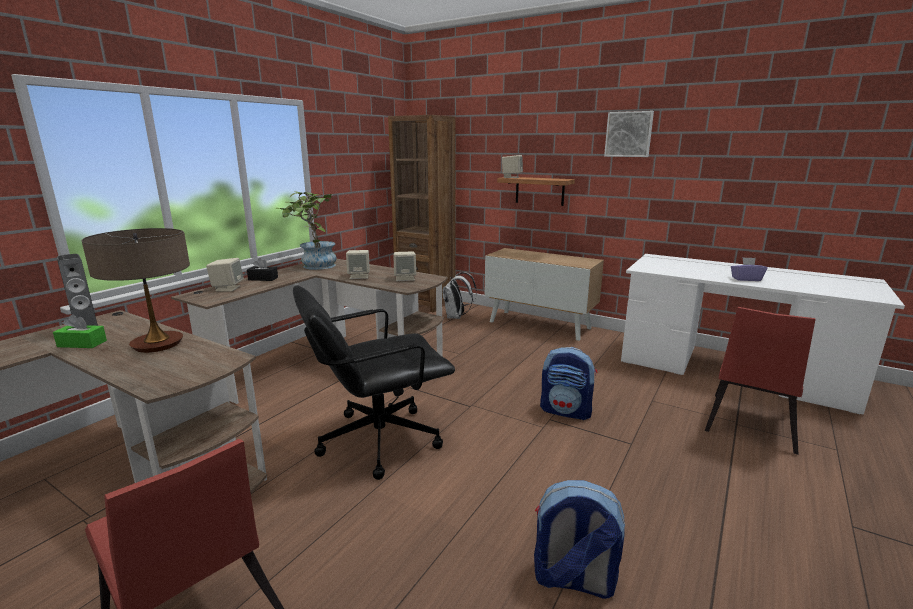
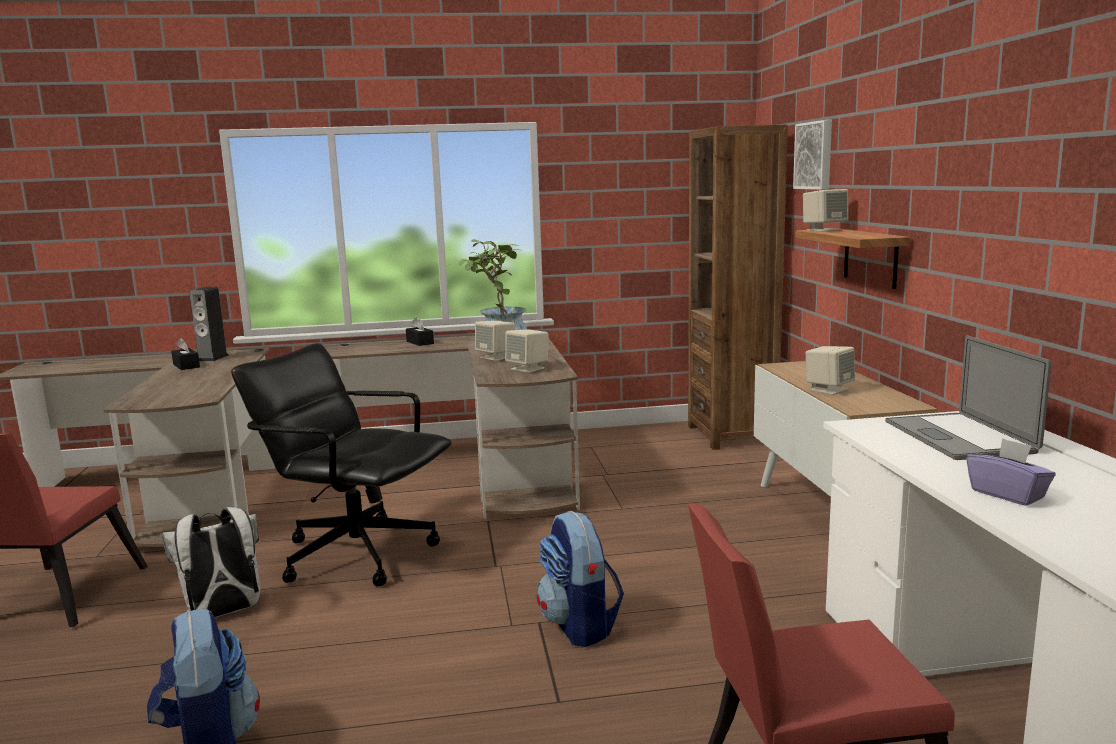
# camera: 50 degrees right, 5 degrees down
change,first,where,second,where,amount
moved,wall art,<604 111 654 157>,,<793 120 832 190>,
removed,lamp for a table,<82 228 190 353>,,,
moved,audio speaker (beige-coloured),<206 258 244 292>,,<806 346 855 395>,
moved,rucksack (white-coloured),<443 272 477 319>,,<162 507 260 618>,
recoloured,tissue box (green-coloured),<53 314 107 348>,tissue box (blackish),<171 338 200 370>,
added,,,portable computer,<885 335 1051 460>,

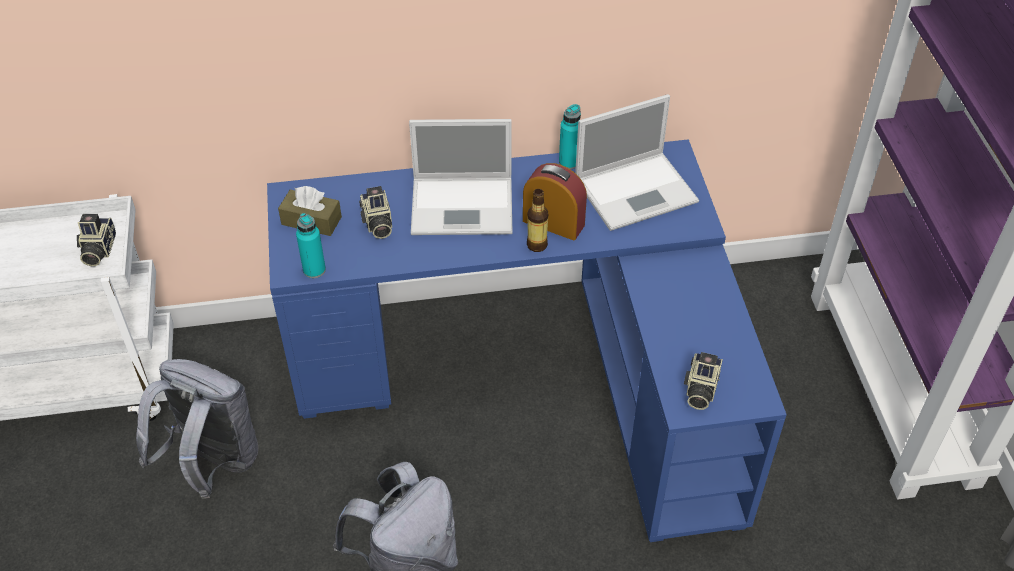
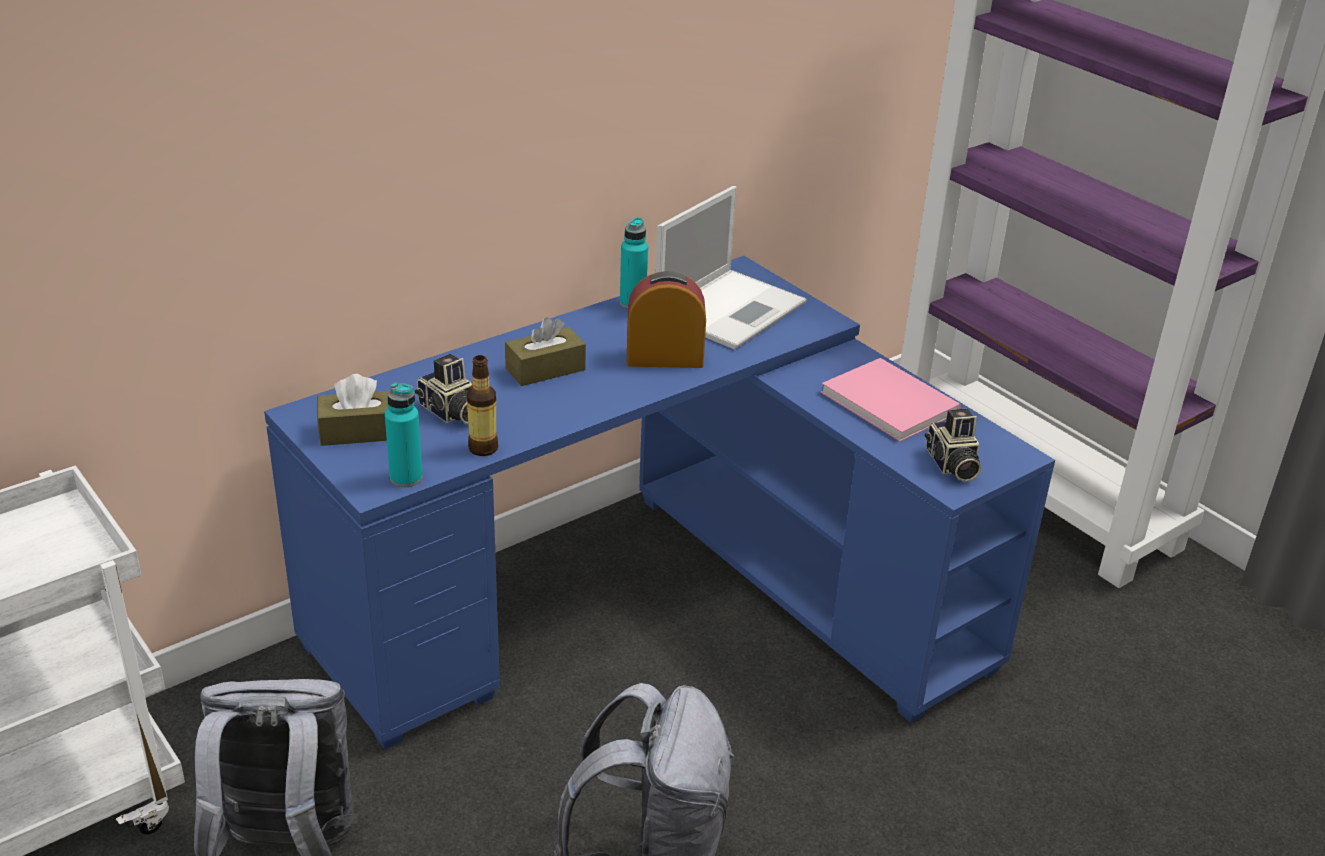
# camera: 30 degrees left, 15 degrees down
change,first,where,second,where,amount
replaced,portable computer,<409 119 513 235>,tissue box (brown),<505 317 586 386>,
moved,beverage bottle,<527 189 548 252>,,<466 355 498 456>,
removed,photo camera,<77 214 116 266>,,,
added,,,volume (pink),<821 358 961 442>,

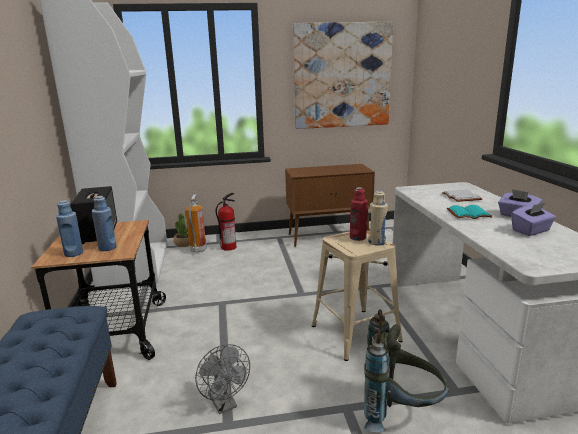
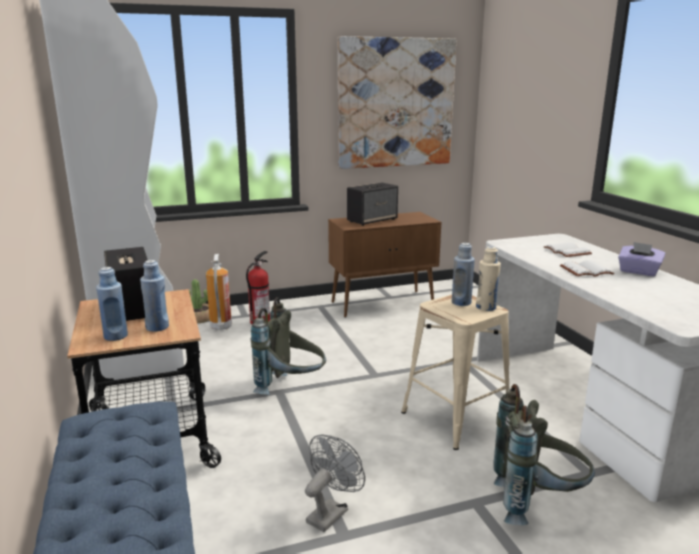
# camera: 10 degrees left, 0 degrees up
change,first,where,second,where,amount
recoloured,beverage bottle (reddish),<350 187 368 241>,beverage bottle (blue),<452 243 475 306>,
removed,tissue box (purple-coloured),<511 203 556 236>,,,
recoloured,volume (turquoise-coloured),<447 205 492 219>,volume (white-coloured),<560 260 614 277>,
turned,fan (gray),<195 344 250 414>,,<305 435 365 532>,105 degrees counterclockwise
added,,,audio speaker,<347 183 398 226>,
added,,,rucksack (gray),<251 297 326 395>,

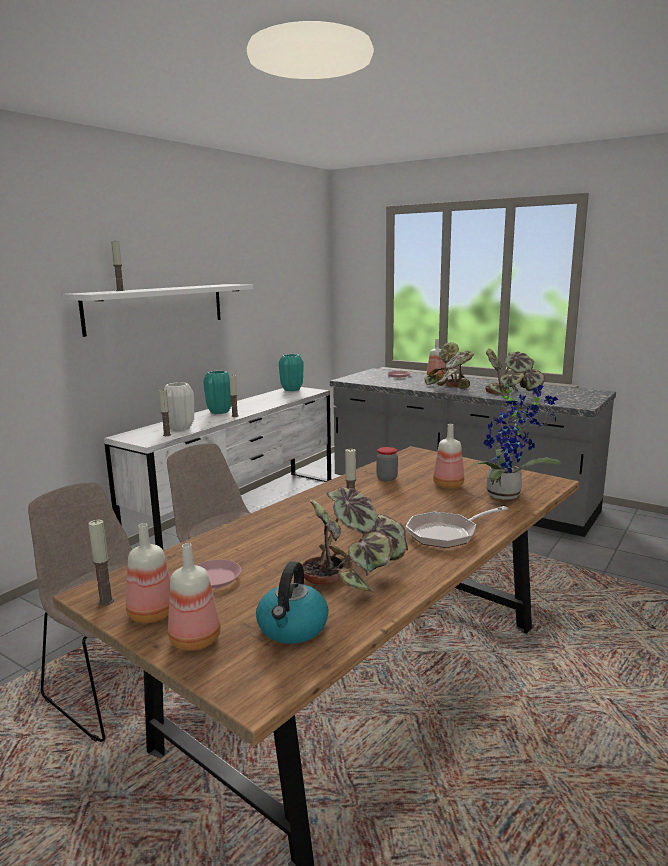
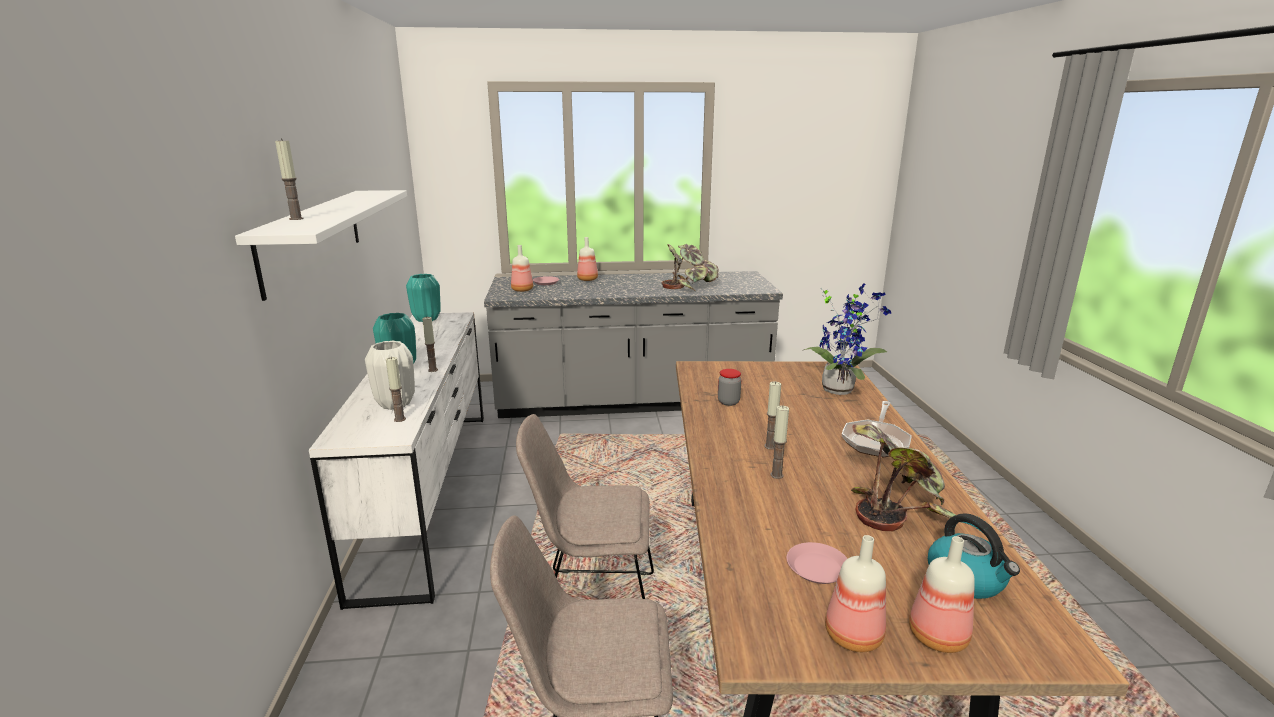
# camera: 40 degrees left, 5 degrees up
change,first,where,second,where,amount
removed,plant in a pot,<424 342 474 389>,,,
moved,beverage bottle,<433 424 464 488>,,<511 245 533 292>,
moved,wax candle,<88 520 114 605>,,<770 405 789 479>,

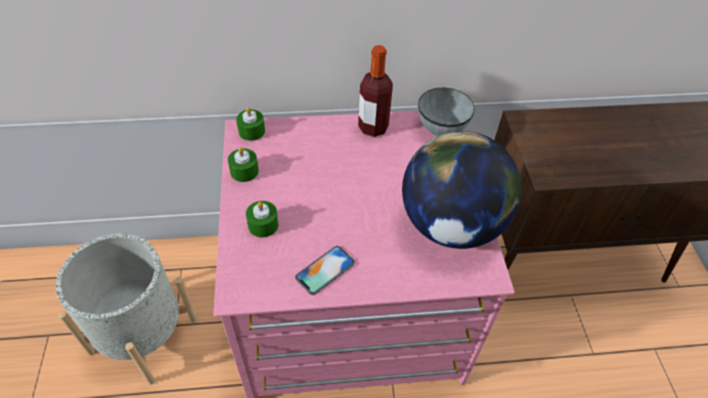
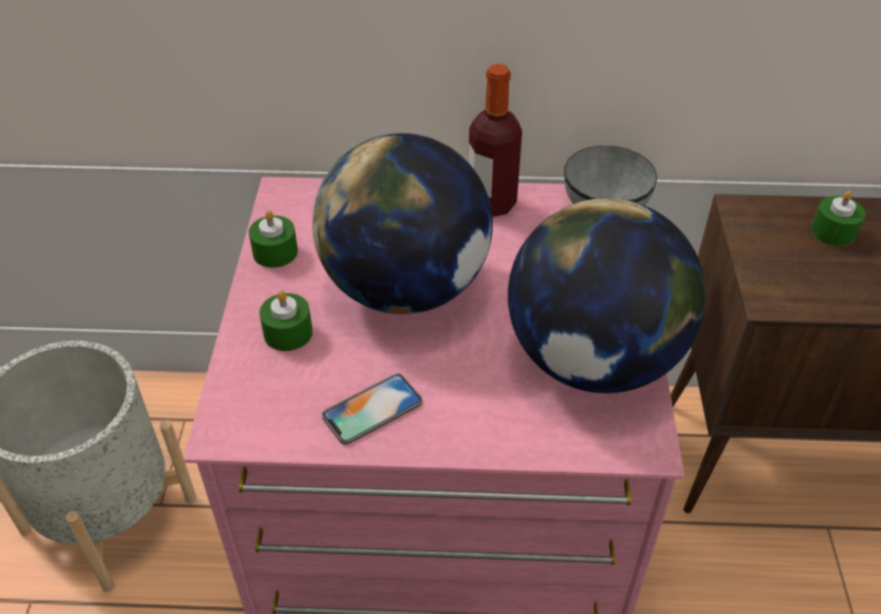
# camera: 10 degrees right, 5 degrees down
change,first,where,second,where,amount
moved,wax candle (green-coloured),<236 107 265 141>,,<811 190 865 246>,
added,,,globe,<312 133 493 314>,

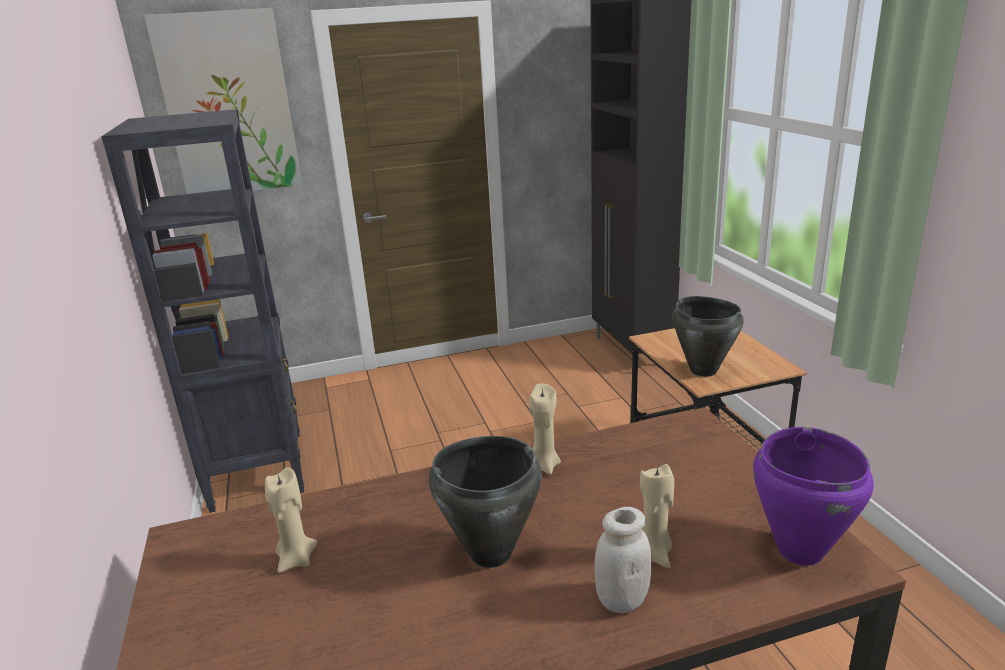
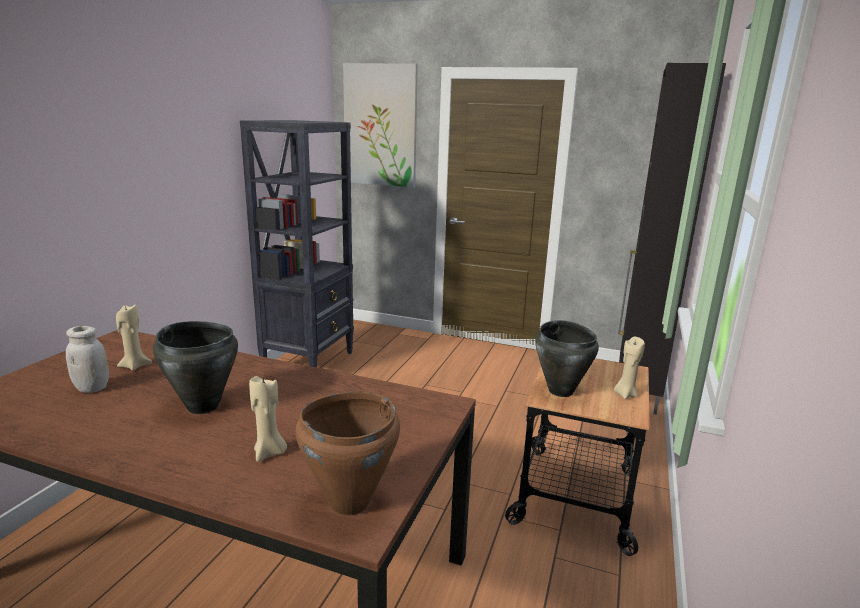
# camera: 35 degrees right, 5 degrees down
change,first,where,second,where,amount
moved,wax candle (beige-coloured),<529 383 561 475>,,<614 337 645 399>,
recoloured,saucepot (purple-coloured),<753 427 874 565>,saucepot (brown),<295 392 400 516>,
moved,preserve jar (white-coloured),<594 507 652 613>,,<66 326 109 393>,

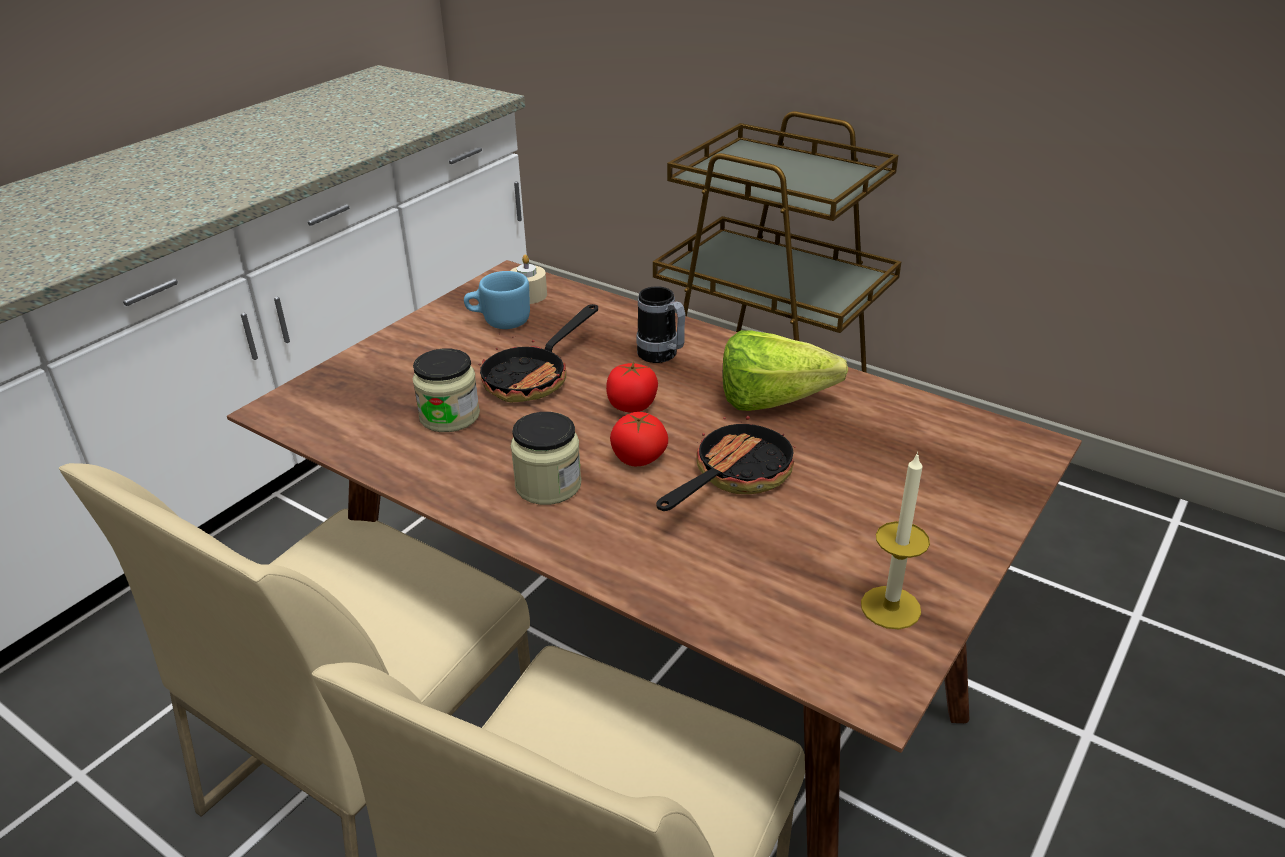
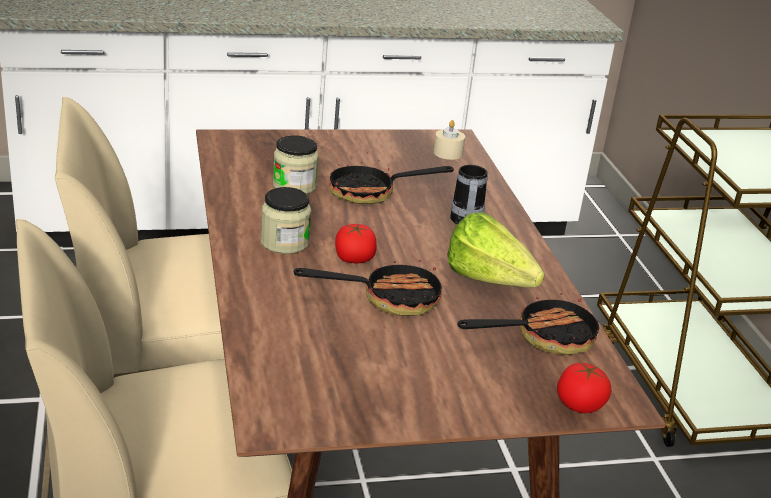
# camera: 40 degrees right, 5 degrees down
change,first,where,second,where,amount
removed,tea mug (blue),<464 271 530 329>,,,
moved,whole tomato,<606 362 658 413>,,<557 363 611 413>,
removed,wax candle,<861 452 930 629>,,,
added,,,frying pan,<457 293 599 355>,

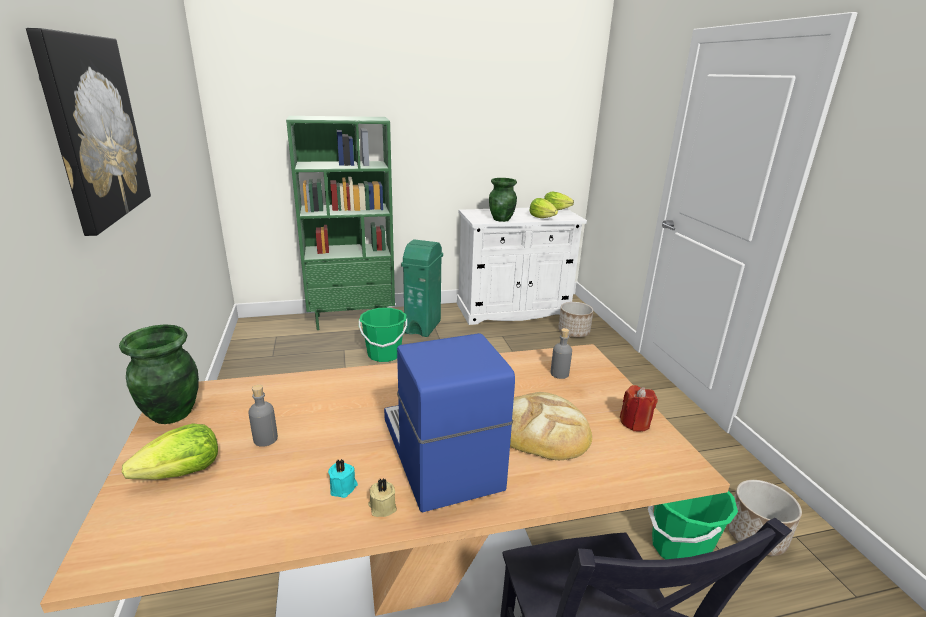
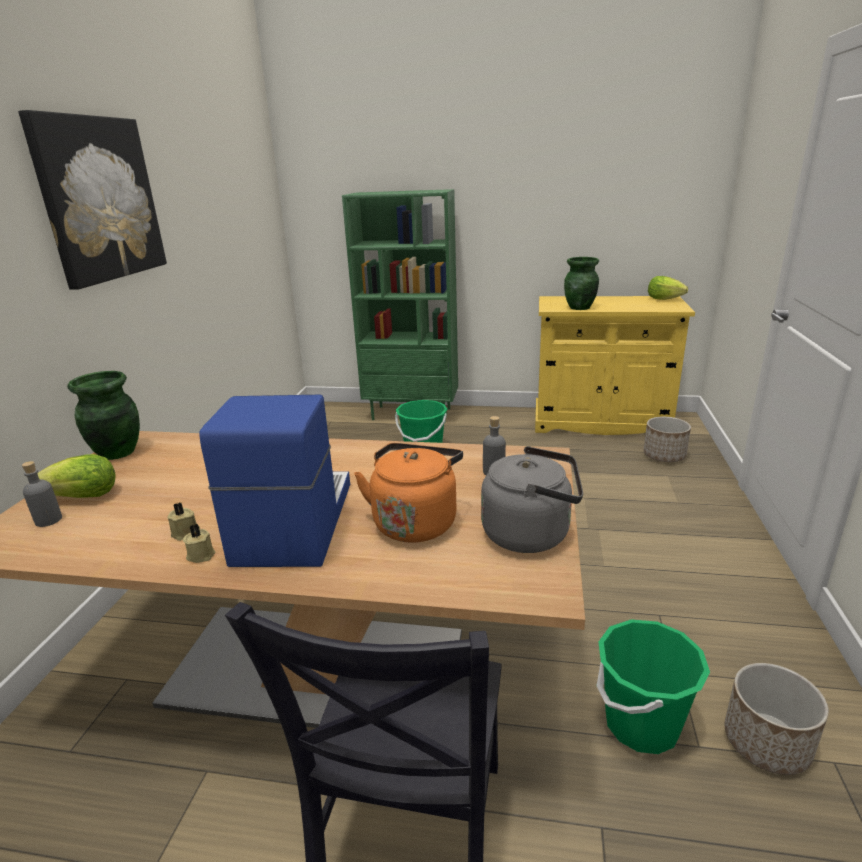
# camera: 25 degrees right, 0 degrees up
change,first,where,second,where,amount
removed,head of lettuce,<529 198 558 218>,,,
recoloured,cabinet (white-coloured),<457 208 587 325>,cabinet (yellow-coloured),<535 296 695 435>,
removed,waste bin (green-coloured),<401 240 443 337>,,,
moved,beverage bottle (gray),<248 385 278 447>,,<22 461 62 527>,
replaced,wax candle (reddish),<620 385 658 432>,tea kettle (gray),<481 446 583 553>,
replaced,baked bread,<510 392 592 460>,tea kettle (orangey),<354 443 463 543>,
recoloured,wax candle (turquoise-coloured),<328 459 358 498>,wax candle (beige-coloured),<167 502 200 541>,

